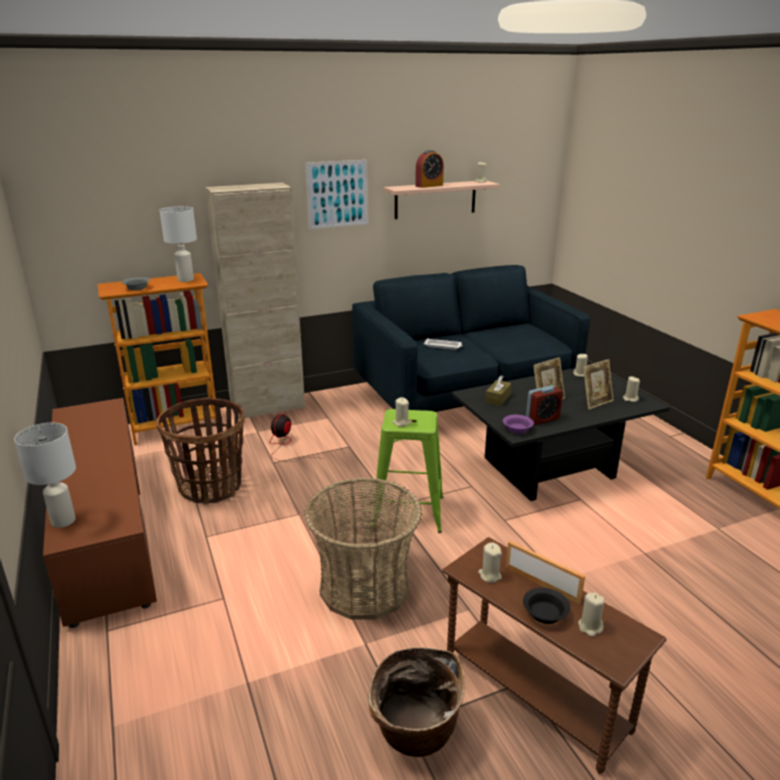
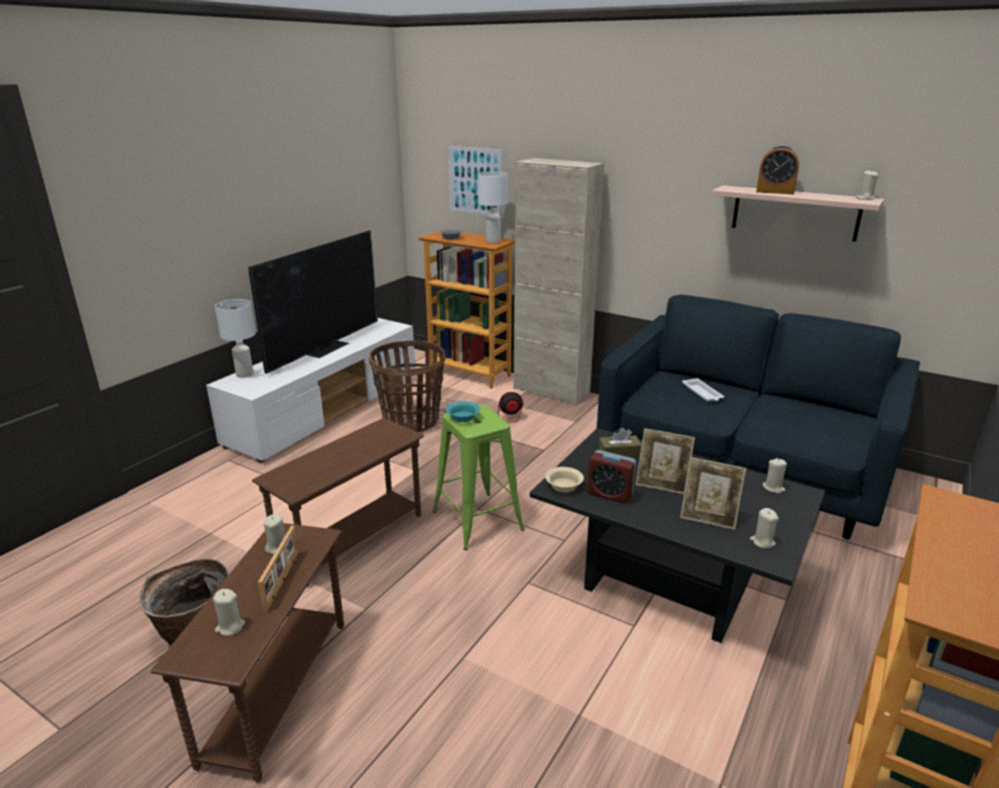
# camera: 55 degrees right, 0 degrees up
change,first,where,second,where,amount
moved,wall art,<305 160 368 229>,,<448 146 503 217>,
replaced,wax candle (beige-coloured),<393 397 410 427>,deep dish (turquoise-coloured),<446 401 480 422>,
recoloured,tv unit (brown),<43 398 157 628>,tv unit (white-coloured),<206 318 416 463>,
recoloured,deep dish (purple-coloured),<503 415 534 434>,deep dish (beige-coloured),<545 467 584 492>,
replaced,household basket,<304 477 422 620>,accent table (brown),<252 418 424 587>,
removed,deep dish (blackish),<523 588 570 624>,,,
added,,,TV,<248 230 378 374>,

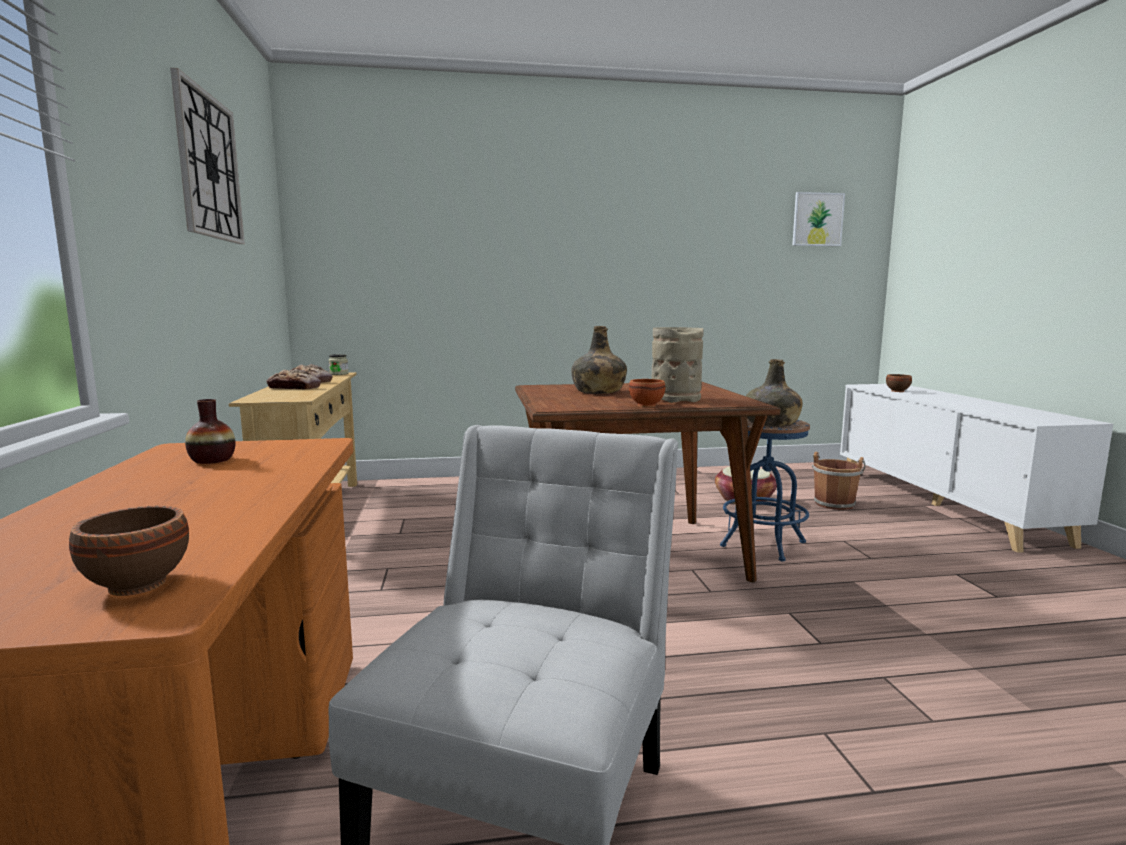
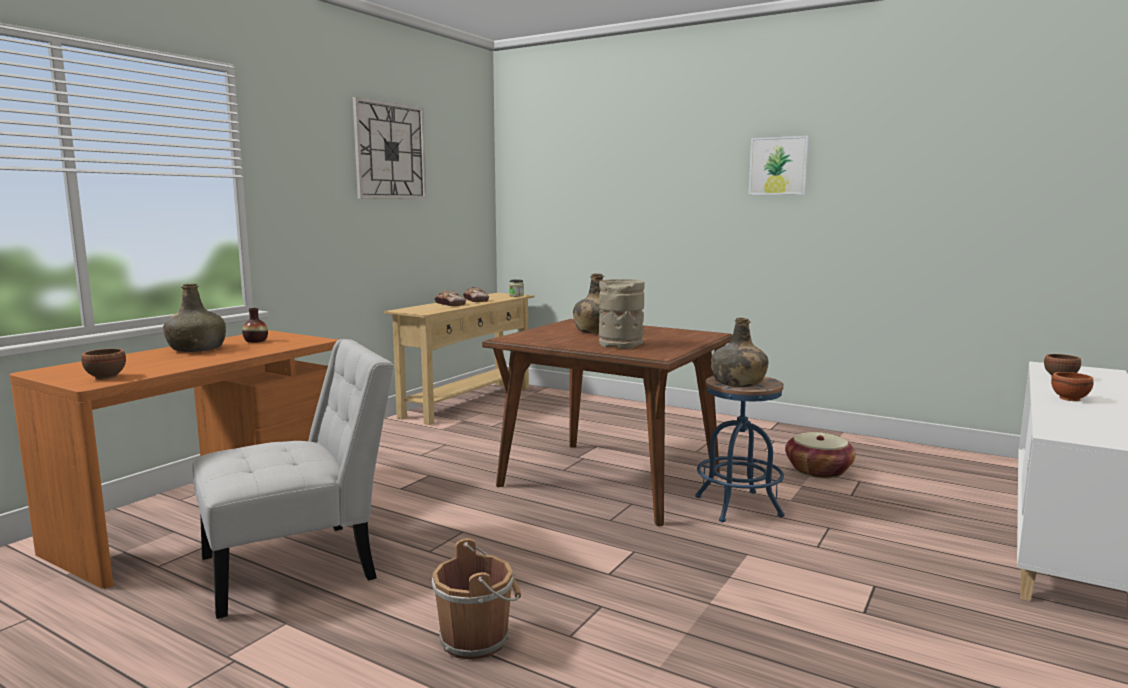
# camera: 40 degrees right, 0 degrees up
change,first,where,second,where,amount
moved,wall art,<792 192 845 246>,,<749 136 809 195>,
moved,deep dish (brown),<629 379 665 407>,,<1051 372 1094 401>,
moved,pail (brown),<812 452 866 510>,,<432 538 521 660>,
added,,,beverage bottle (green-coloured),<163 284 226 352>,

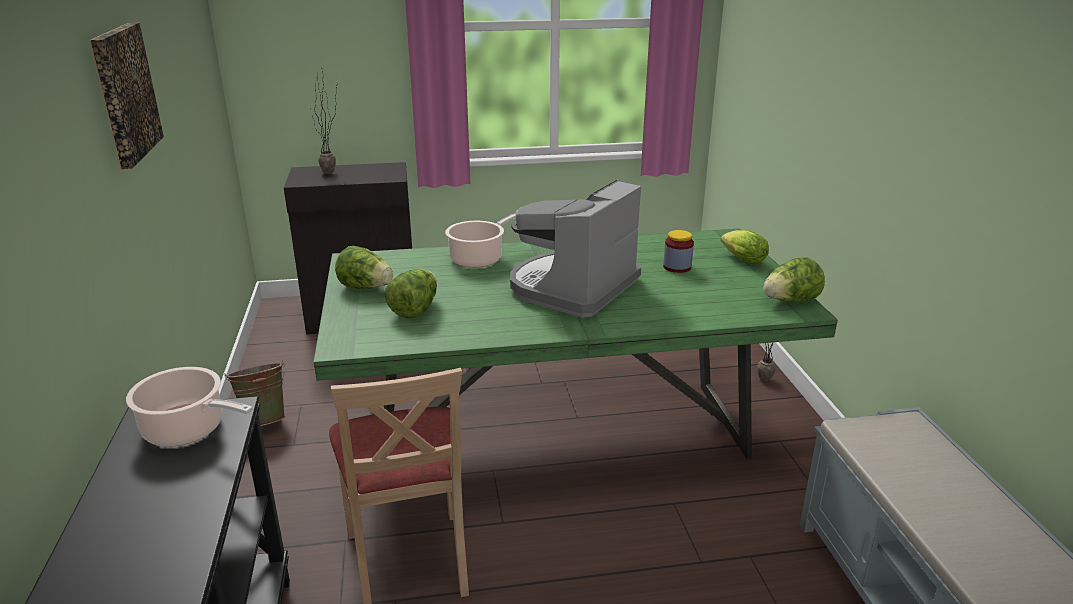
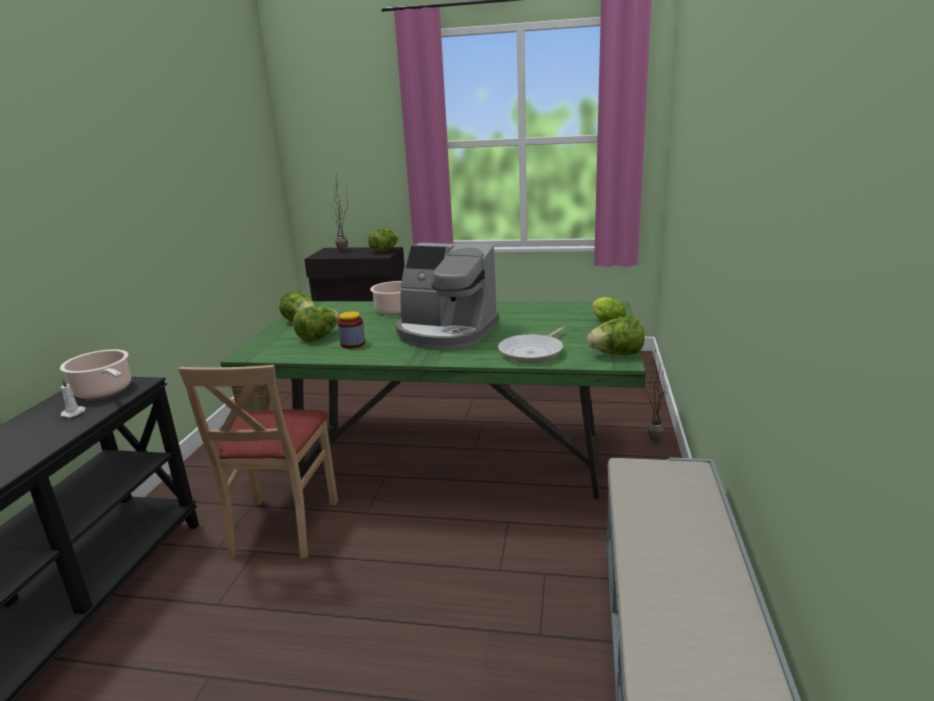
# camera: 20 degrees right, 5 degrees down
change,first,where,second,where,amount
removed,wall art,<89 23 164 169>,,,
turned,coffee machine,<510 179 641 318>,,<396 243 499 349>,120 degrees counterclockwise
moved,preserve jar,<663 230 694 273>,,<337 311 365 349>,
added,,,head of lettuce,<368 229 399 253>,
added,,,frying pan,<498 326 565 363>,
added,,,wax candle (white-coloured),<61 379 86 418>,

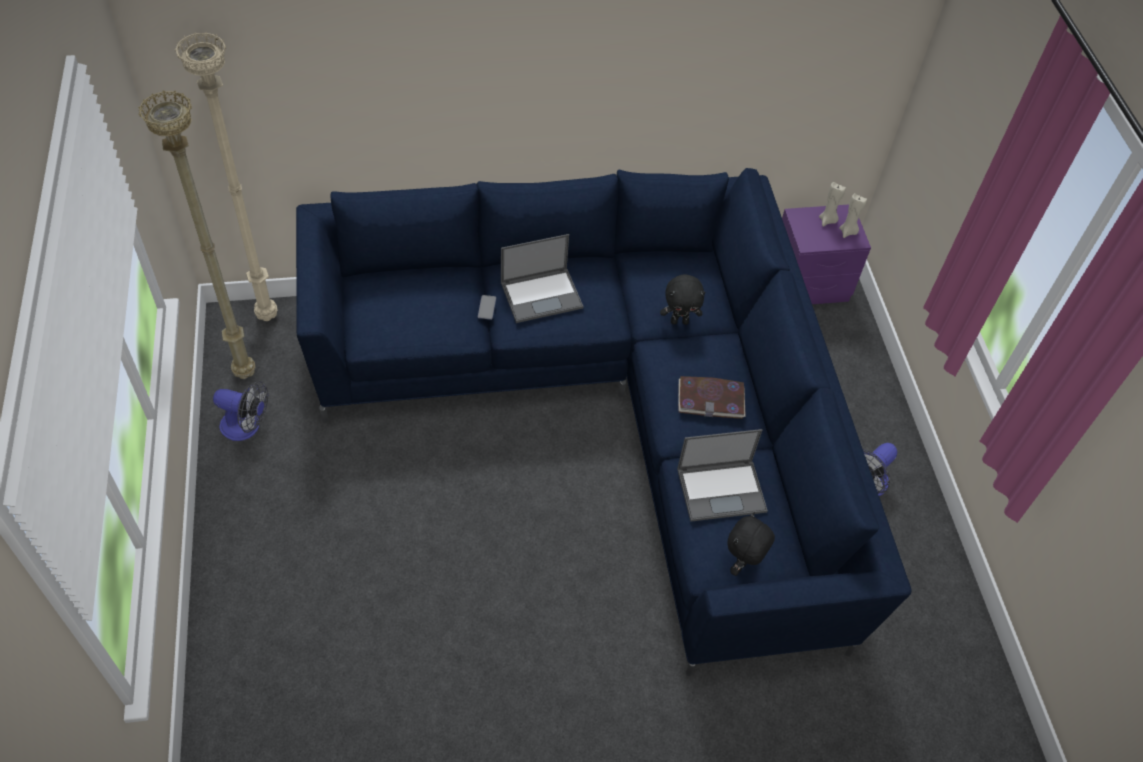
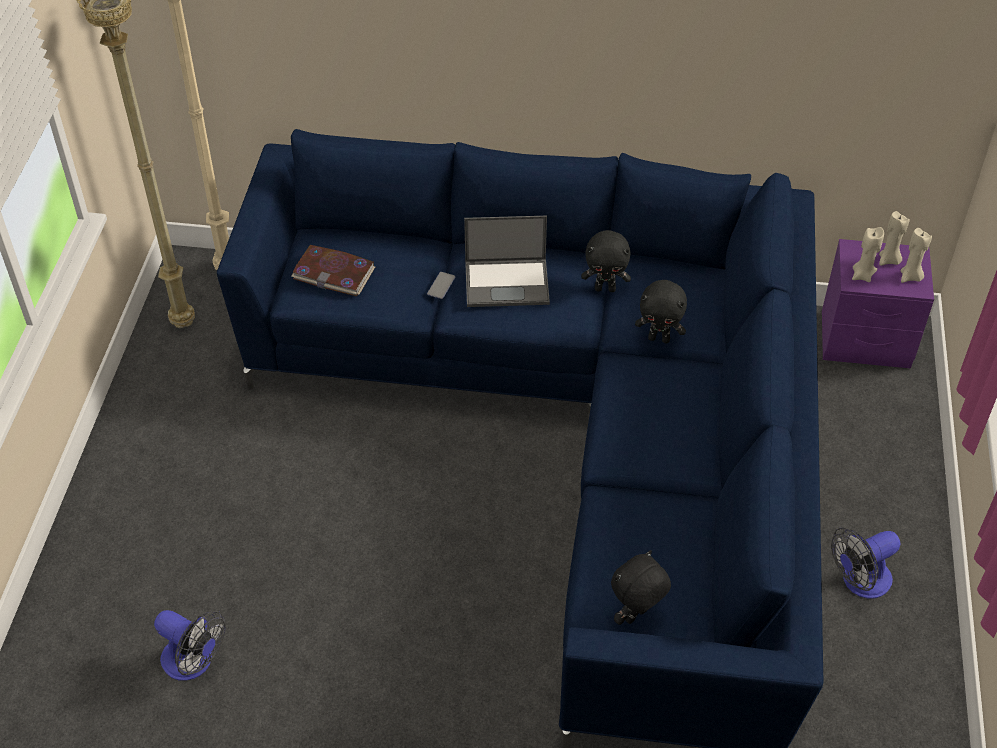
# camera: 20 degrees right, 5 degrees down
change,first,where,second,where,amount
moved,volume,<678 376 746 419>,,<291 245 375 296>,
moved,fan,<213 381 268 441>,,<154 610 226 681>,
removed,portable computer,<677 429 768 522>,,,
added,,,wax candle (beige-coloured),<852 227 884 282>,
added,,,plush toy (blackish),<581 230 631 292>,

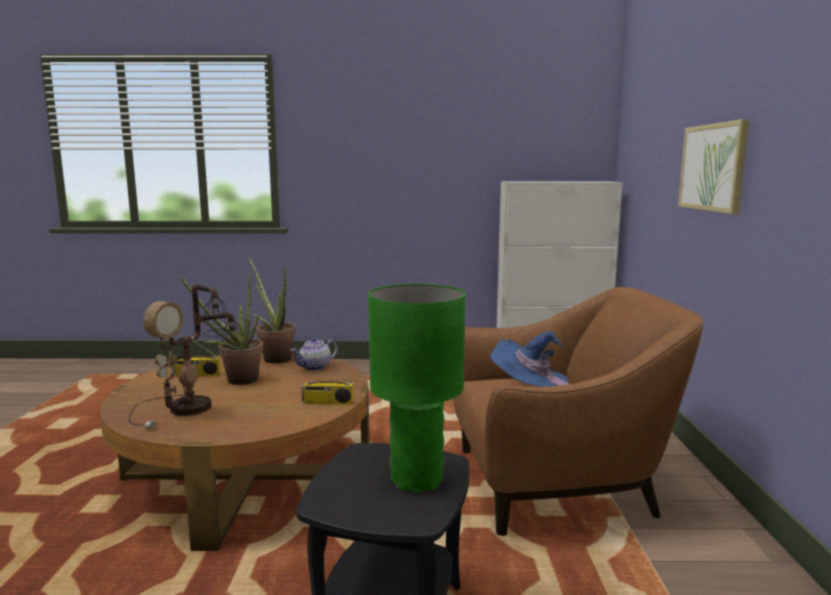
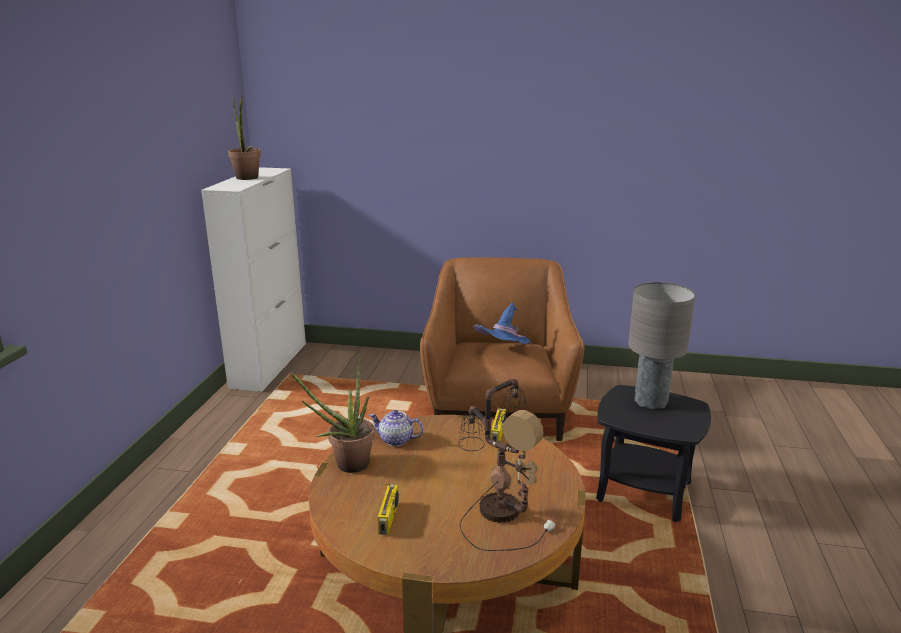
# camera: 80 degrees left, 10 degrees up
change,first,where,second,where,amount
removed,wall art,<678 119 749 214>,,,
moved,plant in a pot,<179 272 263 385>,,<228 95 261 180>,
recoloured,lamp for a table (green-coloured),<368 284 466 493>,lamp for a table (gray),<628 282 696 409>,
turned,tea pot,<290 337 338 371>,,<369 410 423 446>,135 degrees clockwise

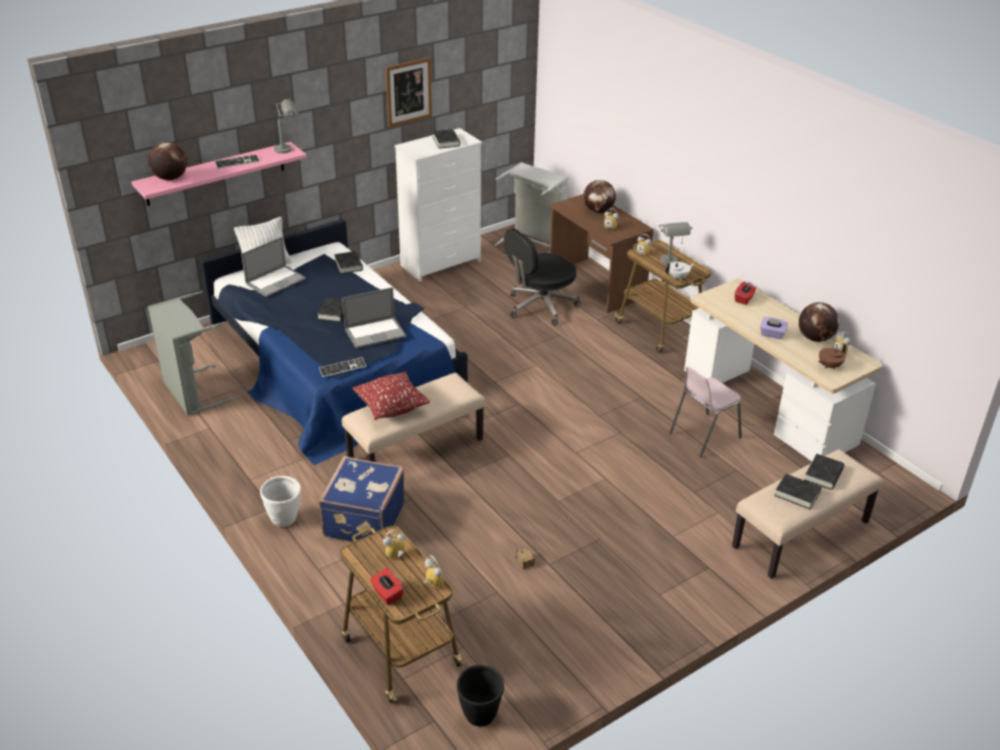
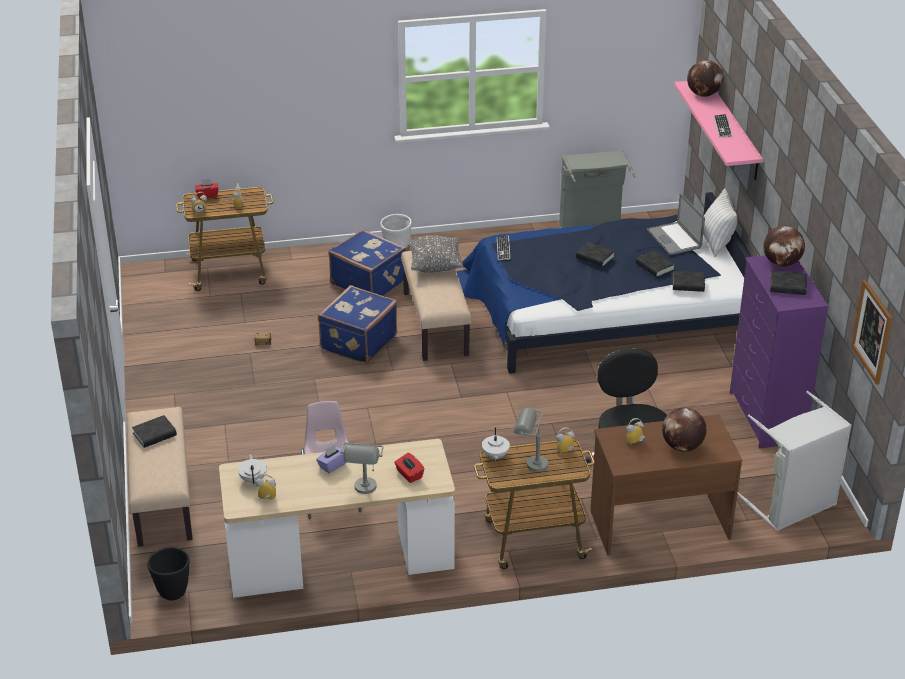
# camera: 115 degrees right, 0 degrees up
change,first,where,second,where,amount
moved,wall art,<386 57 432 127>,,<851 280 892 385>,
moved,lamp for a table (gray),<274 99 299 154>,,<340 443 384 494>,
recoloured,chest of drawers (white-coloured),<395 128 482 282>,chest of drawers (purple-coloured),<730 255 829 449>,
removed,portable computer,<342 287 406 348>,,,
moved,globe,<799 302 839 342>,,<763 226 805 267>,
recoloured,tea pot (brown),<818 343 846 369>,tea pot (white-coloured),<238 454 267 484>,
recoloured,cushion (reddish),<353 371 430 420>,cushion (gray),<408 235 463 273>,
moved,volume (blackish),<804 454 844 490>,,<636 250 675 277>,
moved,planter (blackish),<457 665 504 726>,,<147 547 190 601>,
added,,,suitcase (blue),<318 285 397 364>,

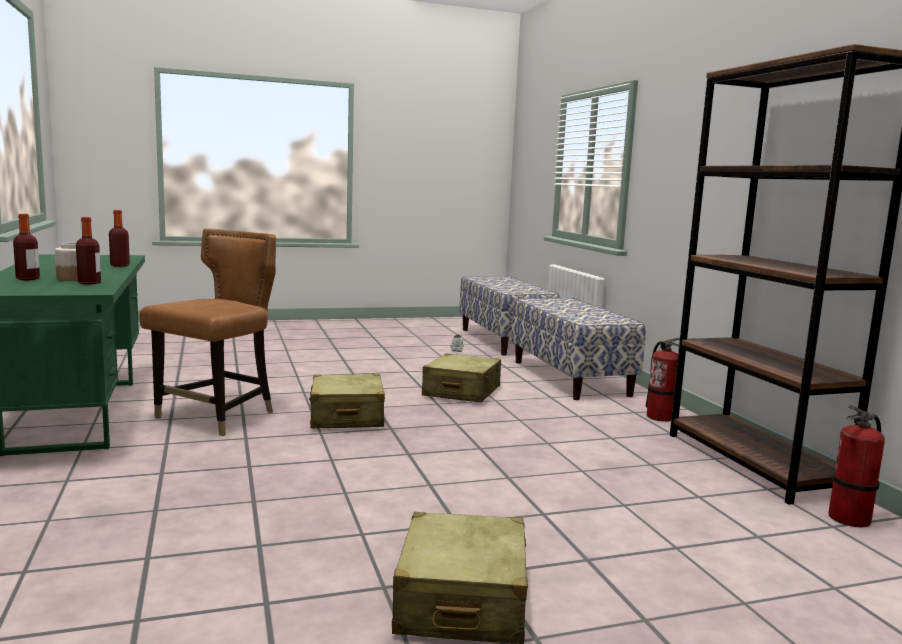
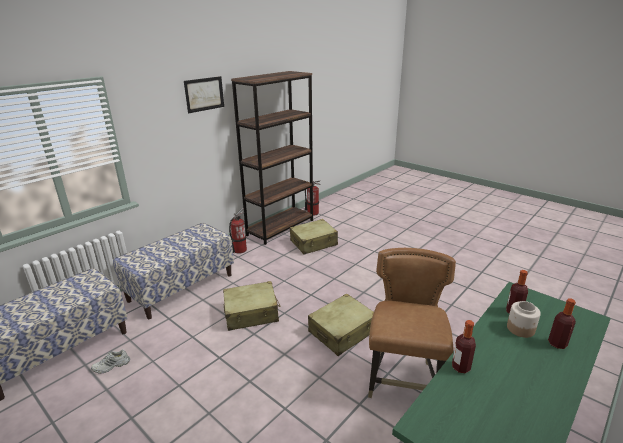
# camera: 120 degrees left, 15 degrees up
change,first,where,second,where,amount
turned,upright chair (brown),<139 228 276 436>,,<368 248 456 398>,105 degrees clockwise
moved,suitcase (beige-coloured),<392 512 528 644>,,<290 219 338 255>,
added,,,wall art,<184 76 224 113>,

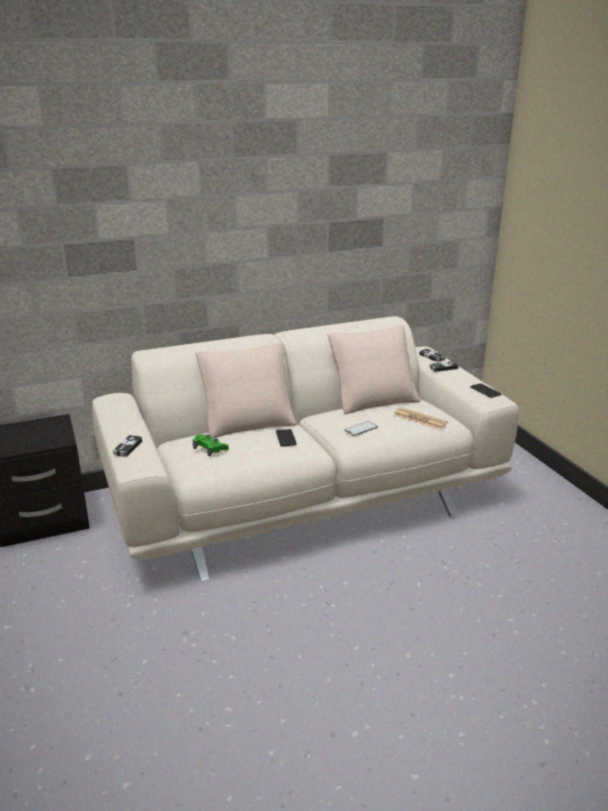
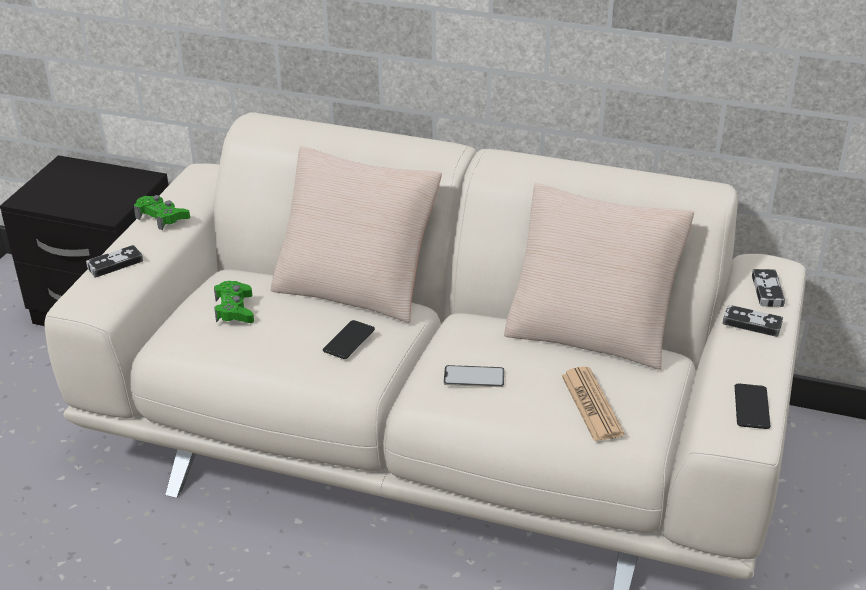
# camera: 40 degrees right, 10 degrees up
change,first,where,second,where,amount
added,,,joypad (green-coloured),<134 195 190 231>,

